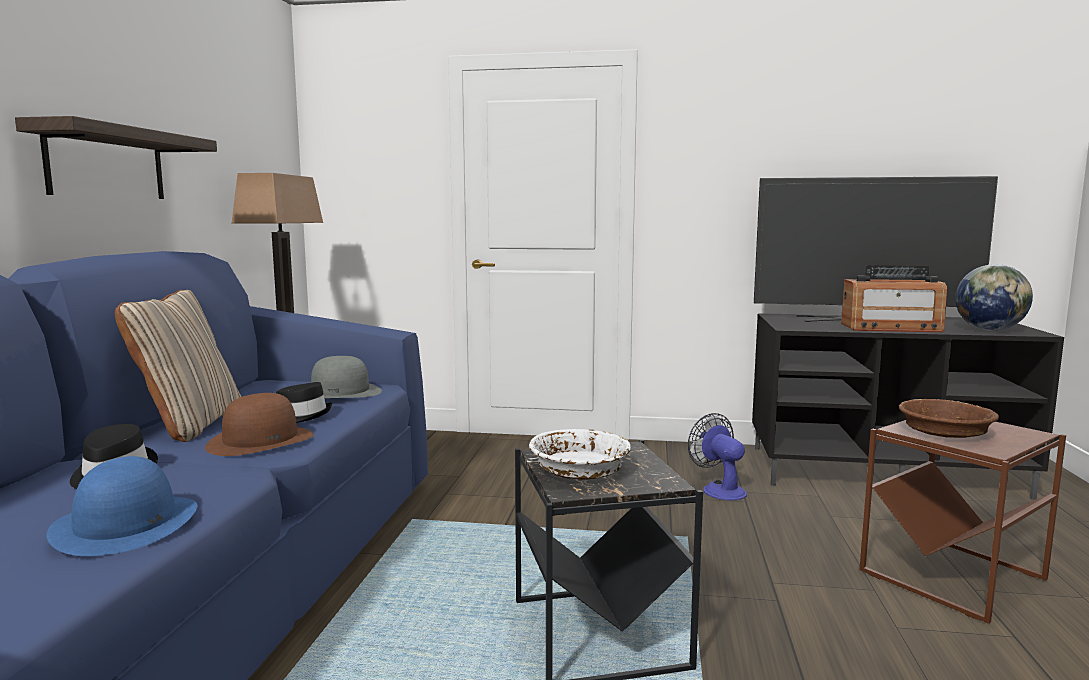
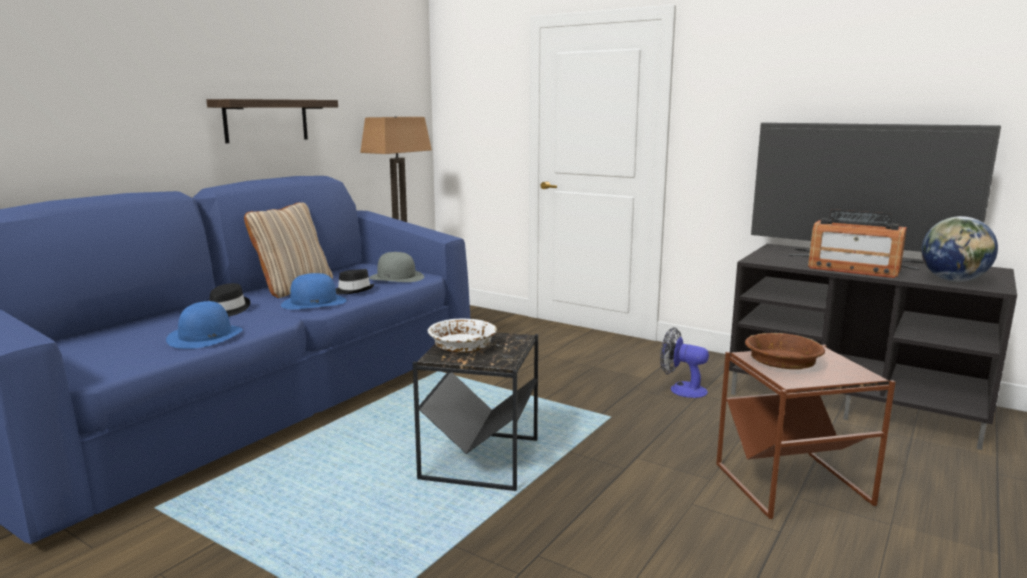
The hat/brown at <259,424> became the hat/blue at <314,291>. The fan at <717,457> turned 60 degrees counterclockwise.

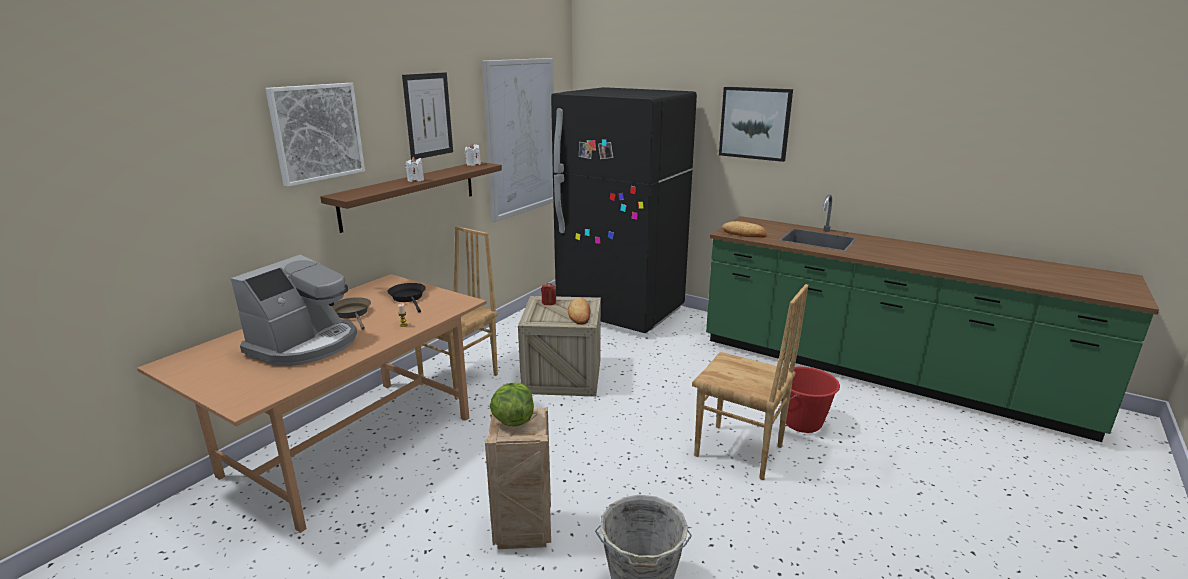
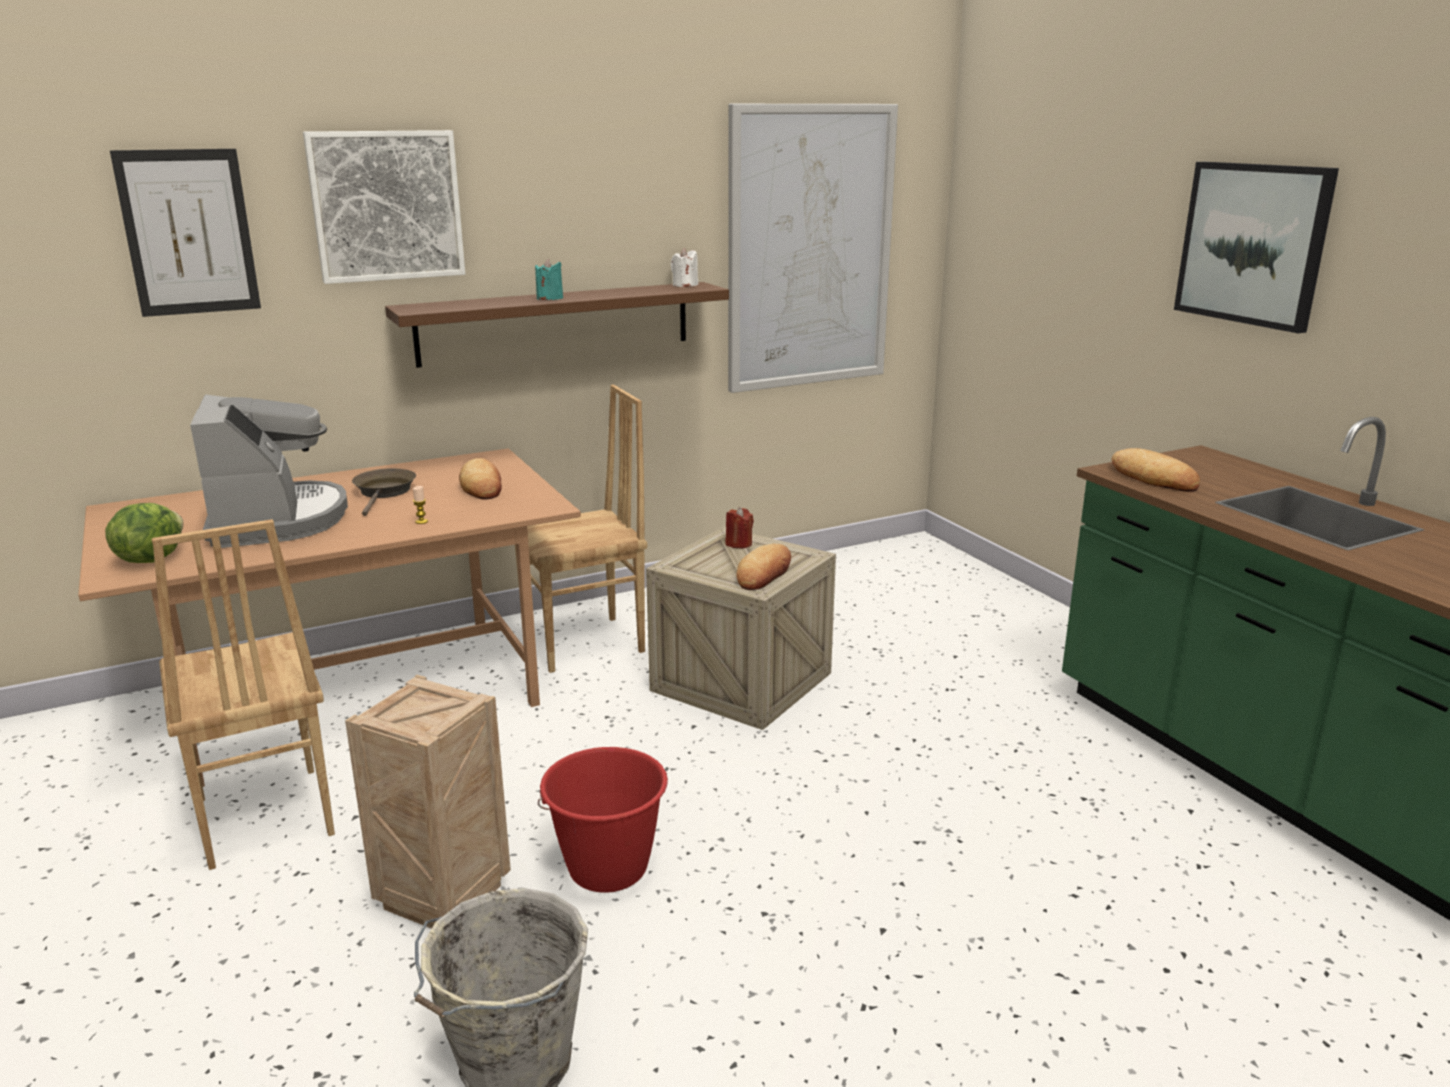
The picture moved from <427,116> to <185,233>. The fridge/black at <624,210> disappeared. The candle/white at <414,169> became the candle/turquoise at <549,279>. The coffee machine at <294,310> turned 75 degrees counterclockwise. The frying pan/black at <406,298> was replaced by the bread at <480,478>. The chair/brown moved from <750,382> to <243,694>. The bucket/red moved from <810,400> to <603,820>. The lettuce moved from <512,404> to <144,533>.

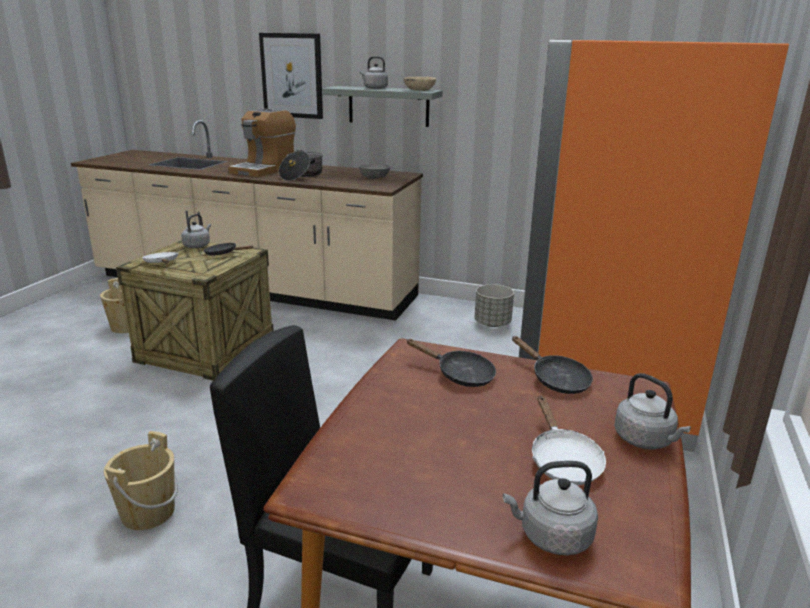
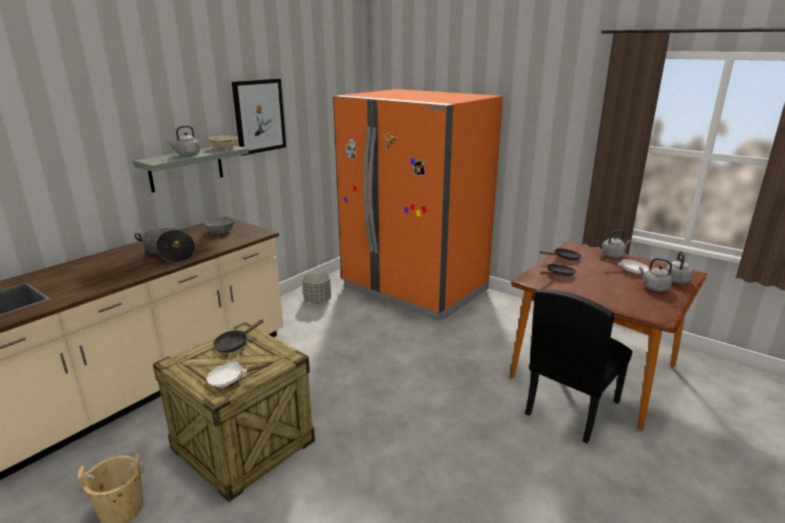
The picture moved from <291,76> to <259,117>. The coffee machine at <262,142> disappeared. The kettle/grey moved from <196,231> to <656,274>. The bucket/beige at <141,480> disappeared.

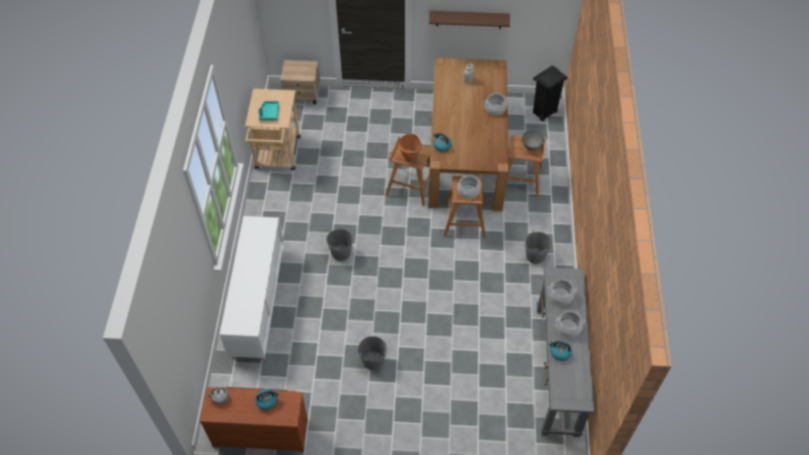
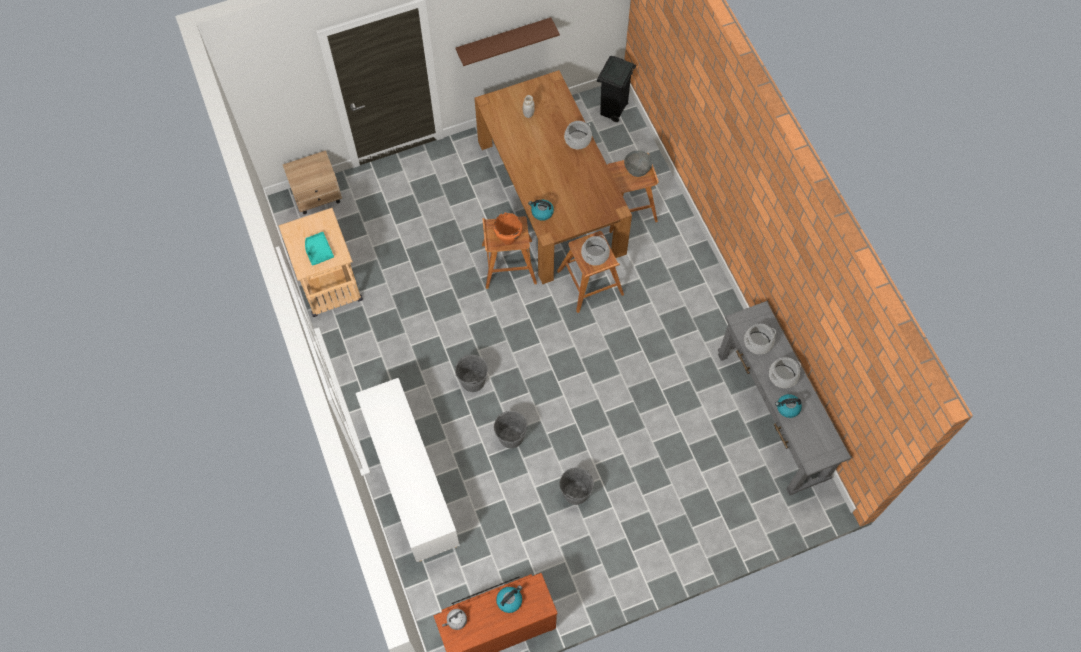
The bucket/grey moved from <538,247> to <510,429>.

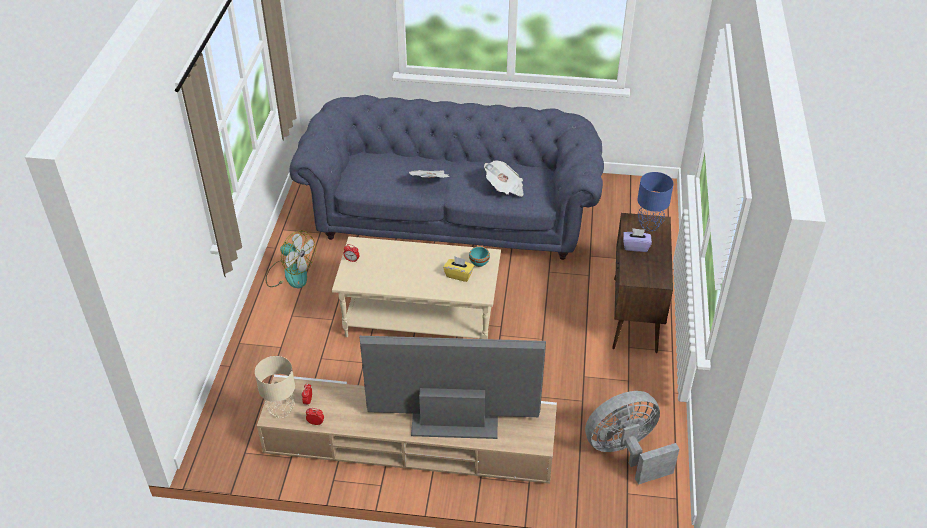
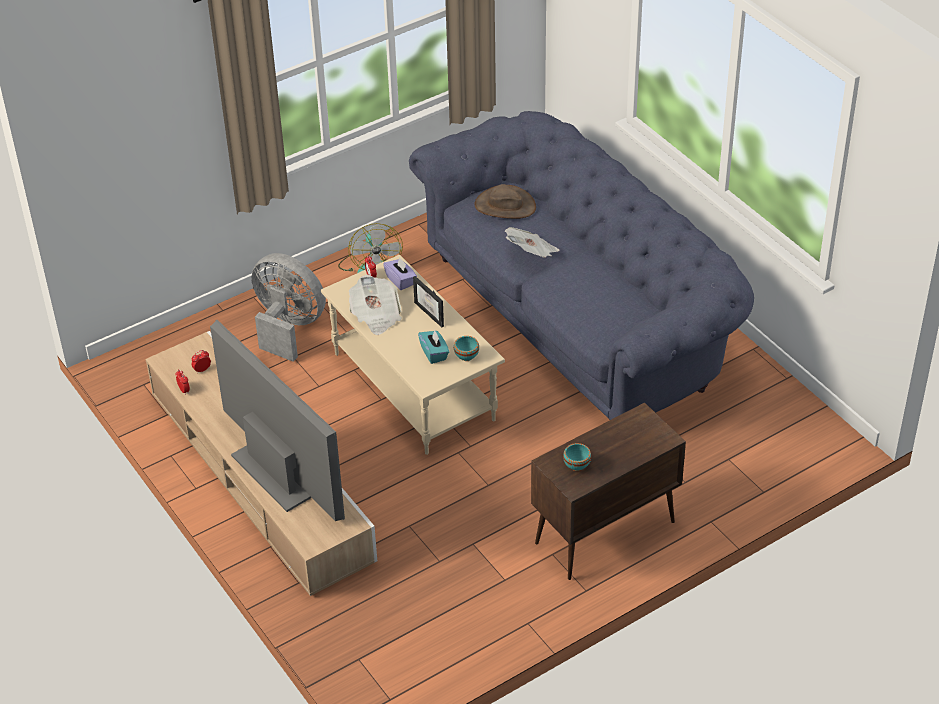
The newspaper moved from <504,179> to <375,305>. The table lamp/blue at <655,201> disappeared. The tissue box/purple moved from <637,240> to <400,273>. The tissue box/yellow at <458,269> became the tissue box/turquoise at <433,347>. The table lamp/beige at <275,387> disappeared. The fan/grey moved from <632,438> to <288,307>. The hat/brown at <505,201> appeared. The picture frame at <428,301> appeared. The bowl/turquoise at <577,457> appeared.

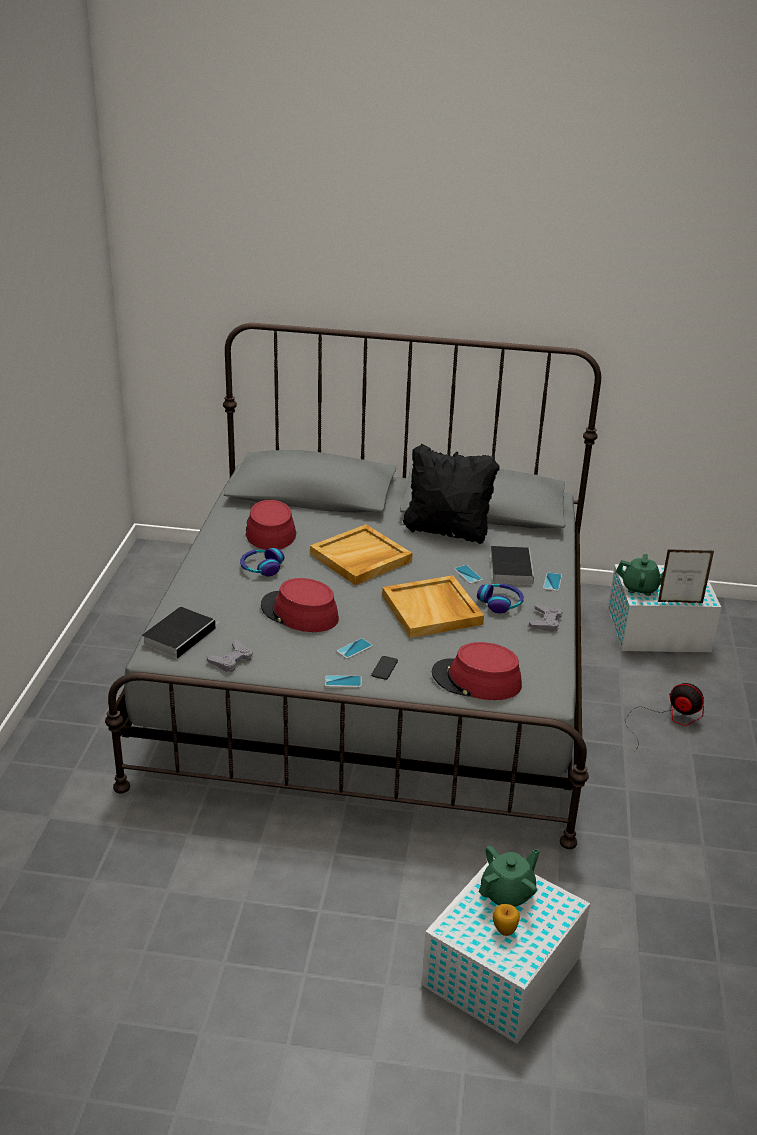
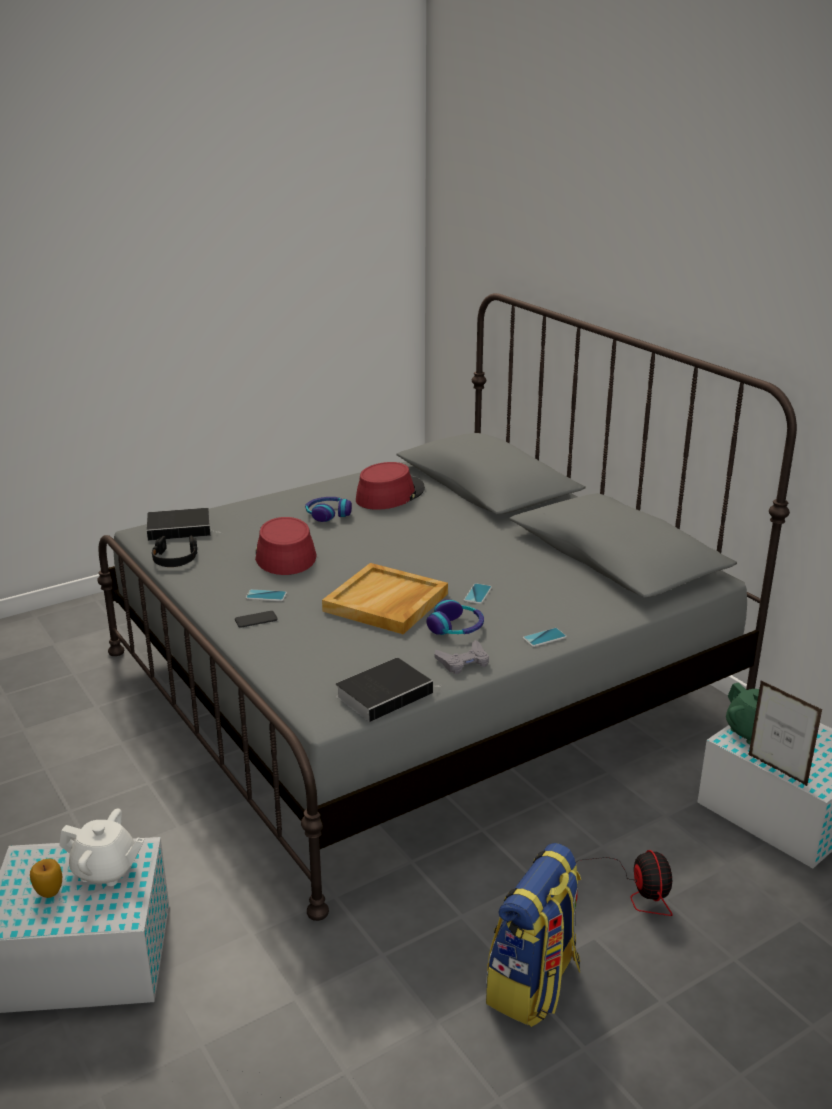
The pillow/black at <451,494> disappeared. The tray/beige at <361,554> disappeared. The book moved from <512,565> to <388,690>. The game controller/grey at <230,655> was replaced by the headphones/black at <174,551>. The hat/red at <477,671> disappeared. The phone at <343,681> disappeared. The teapot/green at <509,876> became the teapot/white at <102,847>. The backpack at <533,935> appeared.

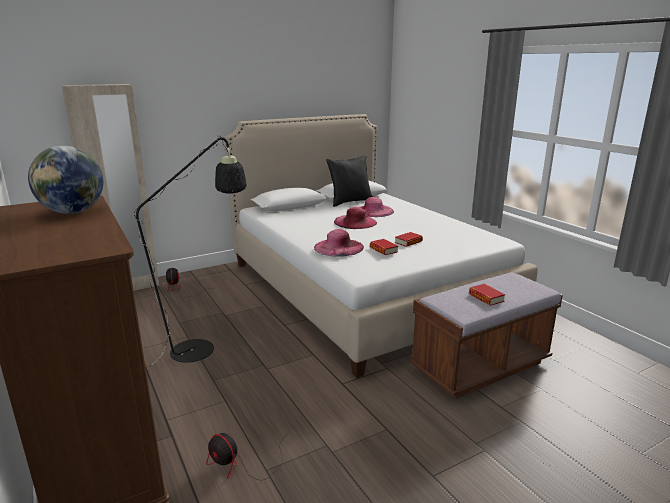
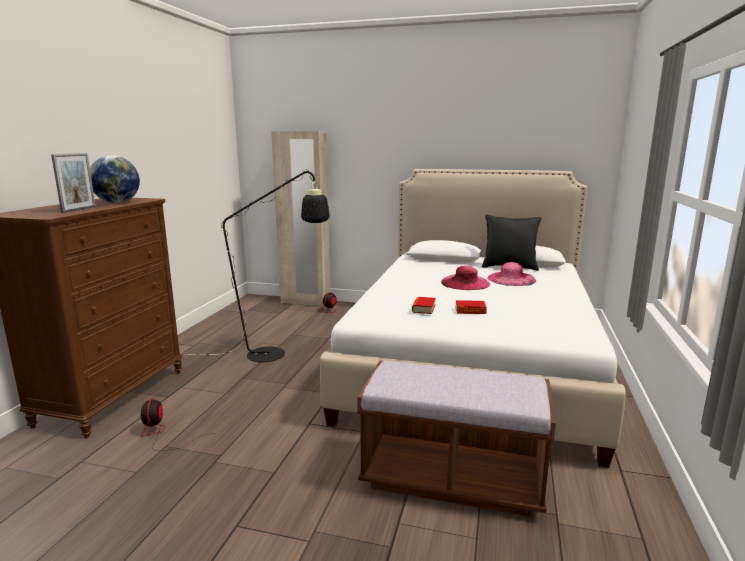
The hat/pink at <339,243> disappeared. The book at <487,295> disappeared. The picture frame at <73,183> appeared.

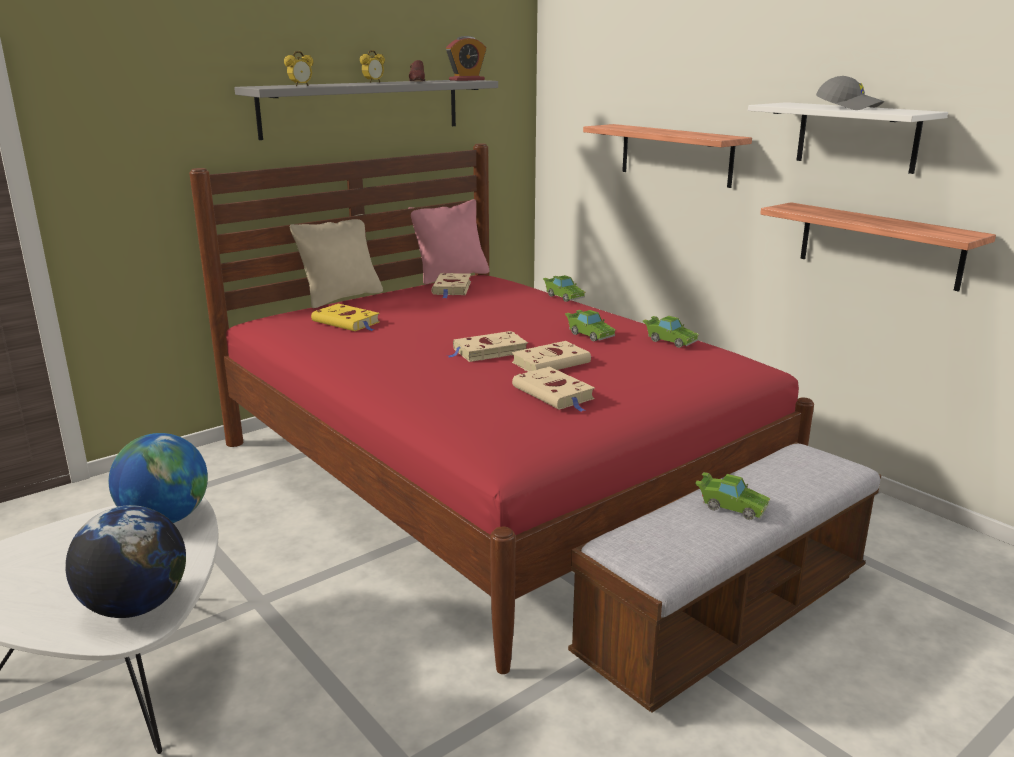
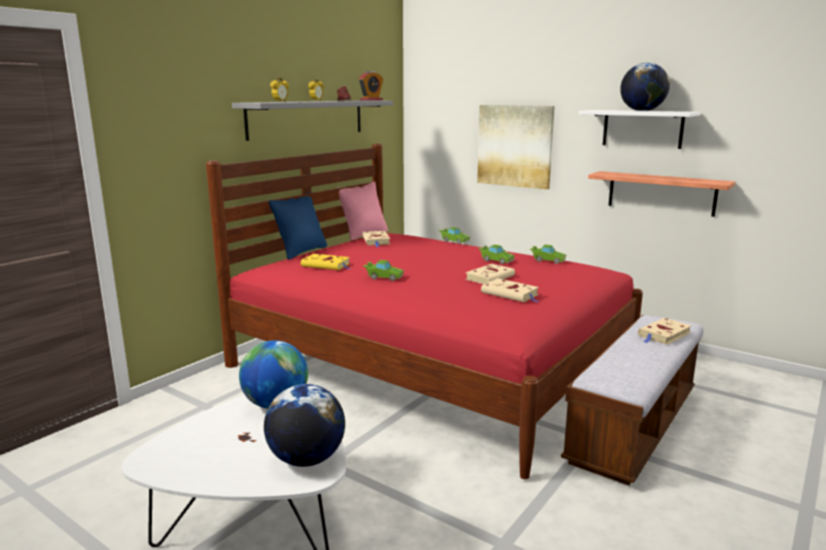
The cap/grey at <850,93> was replaced by the globe at <645,87>. The shelf at <667,156> was replaced by the picture at <516,147>. The pillow/beige at <336,261> became the pillow/blue at <298,226>. The book/beige moved from <488,346> to <665,331>. The toy car/green moved from <732,496> to <383,270>.

